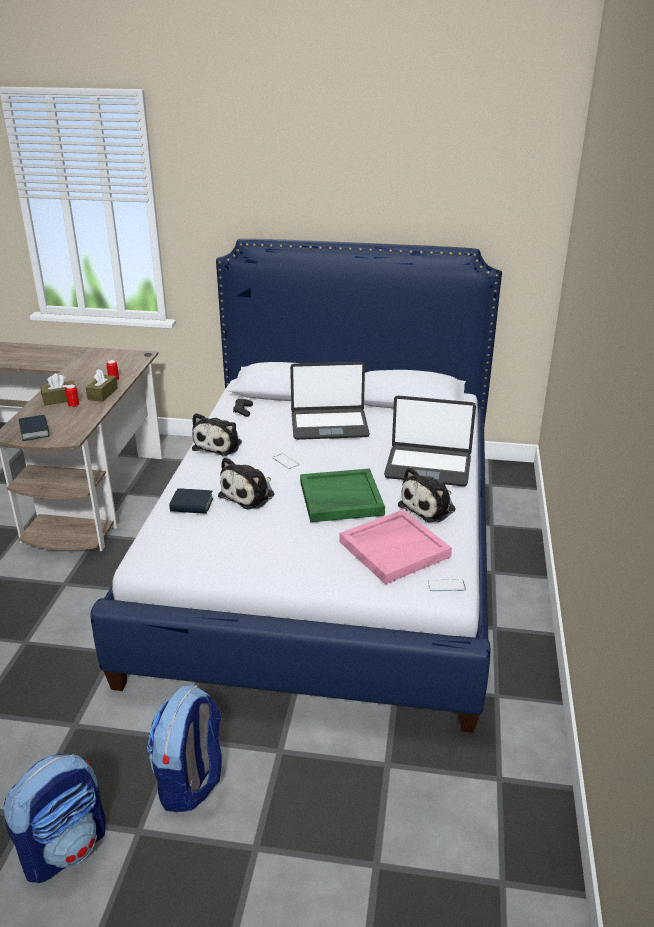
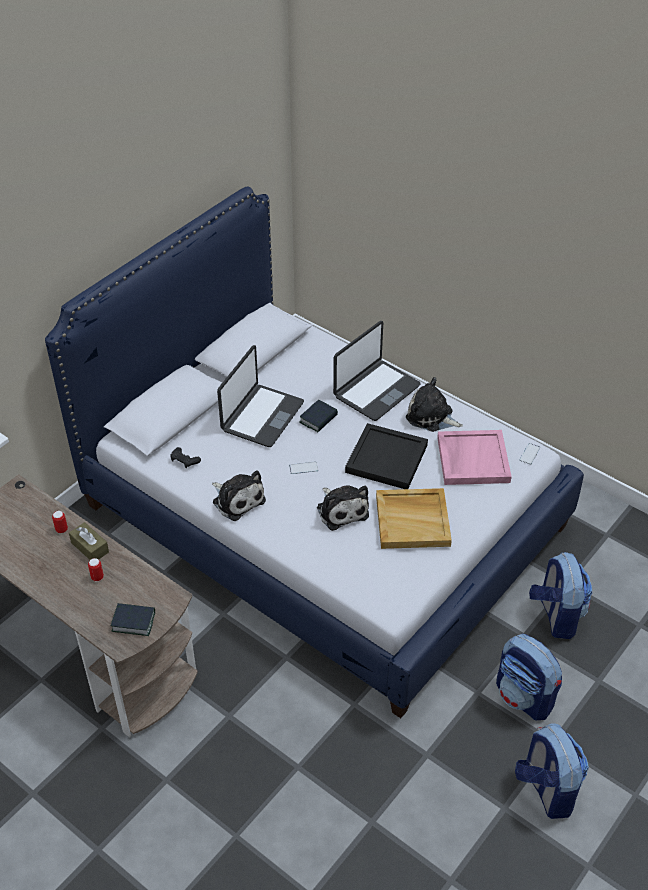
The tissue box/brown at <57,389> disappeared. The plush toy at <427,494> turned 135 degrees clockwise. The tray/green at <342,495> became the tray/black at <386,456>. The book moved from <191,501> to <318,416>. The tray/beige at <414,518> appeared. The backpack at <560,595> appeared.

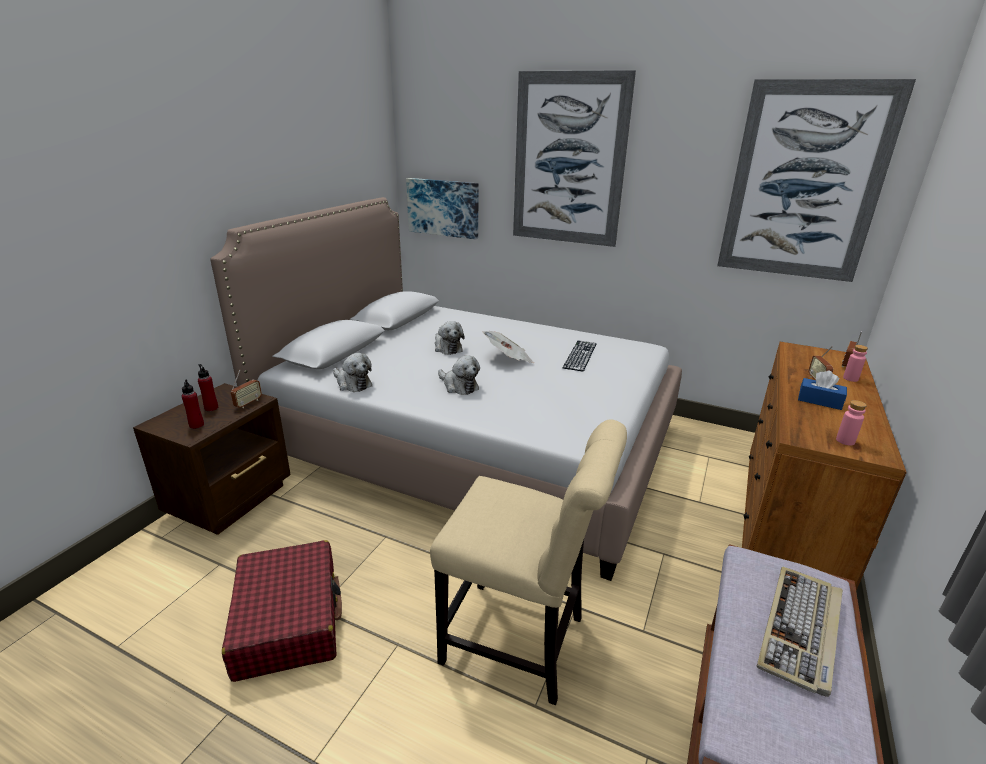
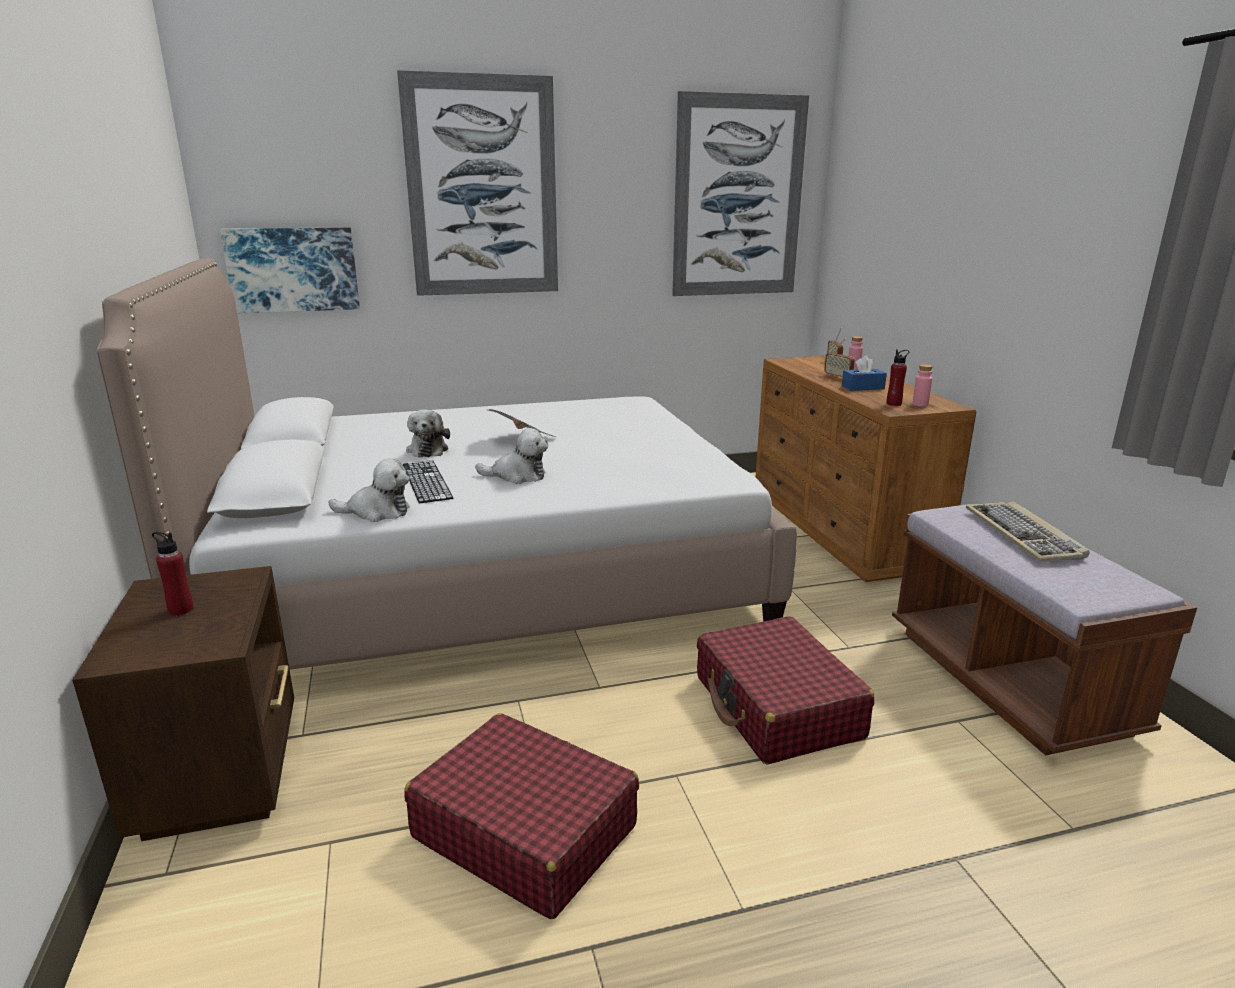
The plush toy at <450,338> turned 60 degrees clockwise. The keyboard moved from <579,356> to <428,481>. The radio at <246,388> disappeared. The bottle/red moved from <193,404> to <897,377>. The chair/beige at <528,562> was replaced by the suitcase/red at <786,690>.

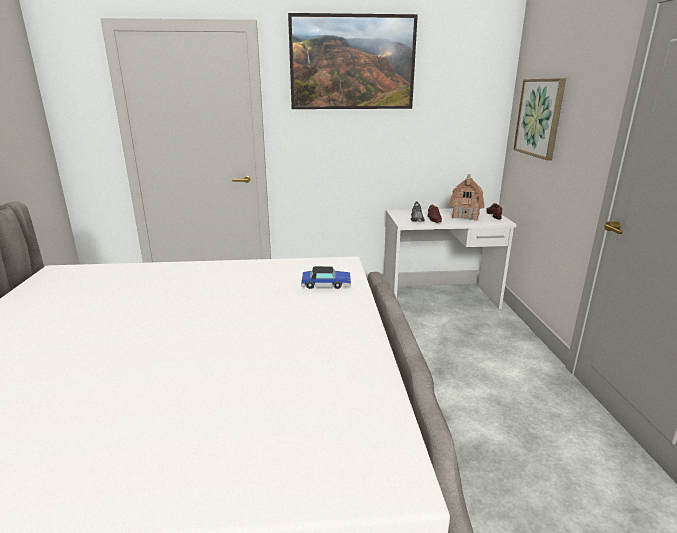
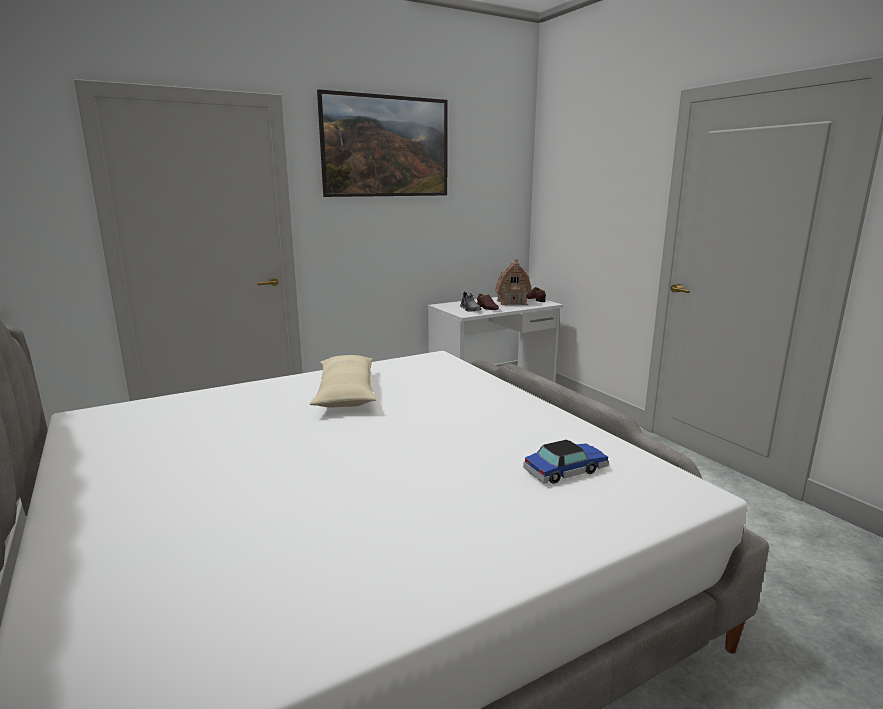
The picture at <539,119> disappeared. The toy car moved from <326,277> to <566,462>. The pillow/beige at <342,381> appeared.

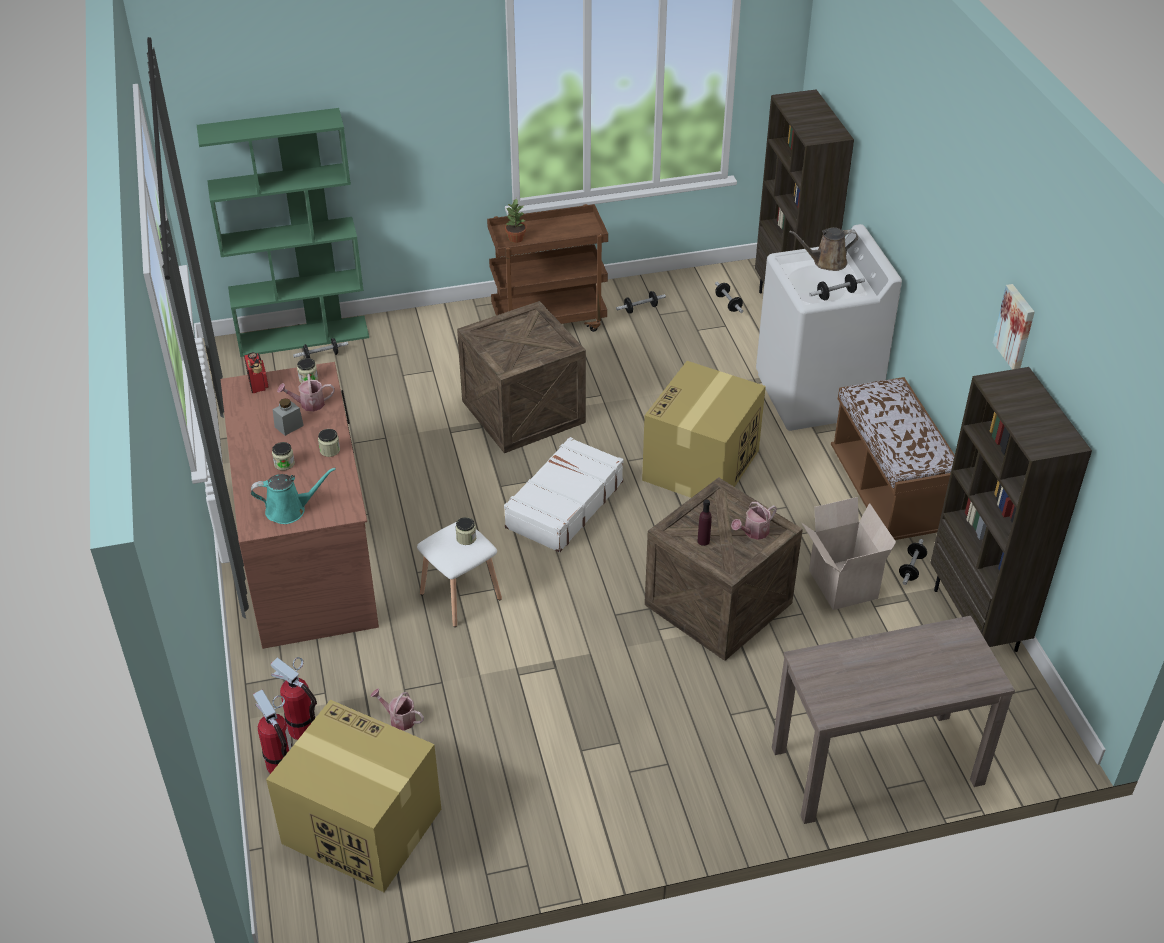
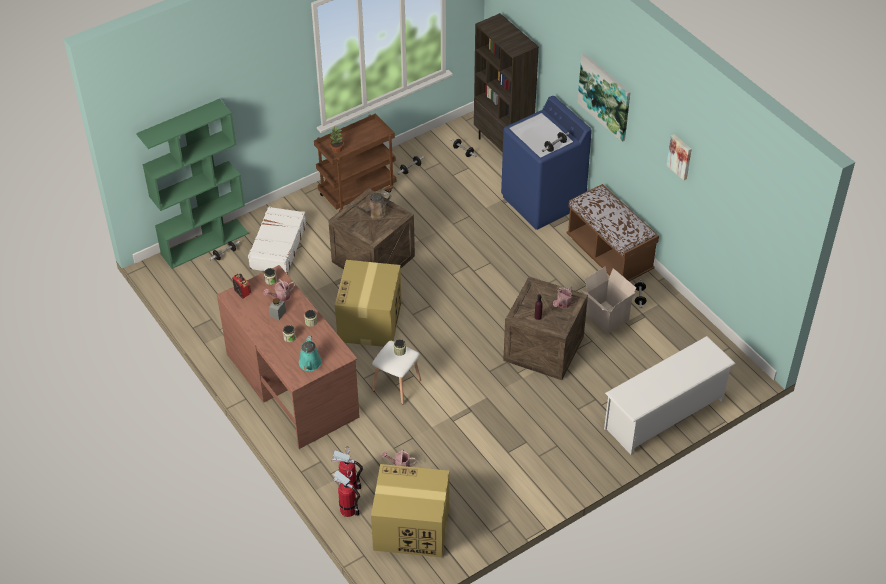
The washing machine/white at <829,327> became the washing machine/blue at <546,163>. The watering can/brown moved from <823,249> to <370,206>. The cardboard box moved from <704,429> to <368,303>. The bookcase/brown at <1011,509> disappeared. The suitcase/white moved from <564,495> to <277,240>. The watering can/turquoise at <293,496> turned 120 degrees clockwise. The console table/brown at <893,720> was replaced by the shoe rack/white at <670,395>. The picture at <603,97> appeared.

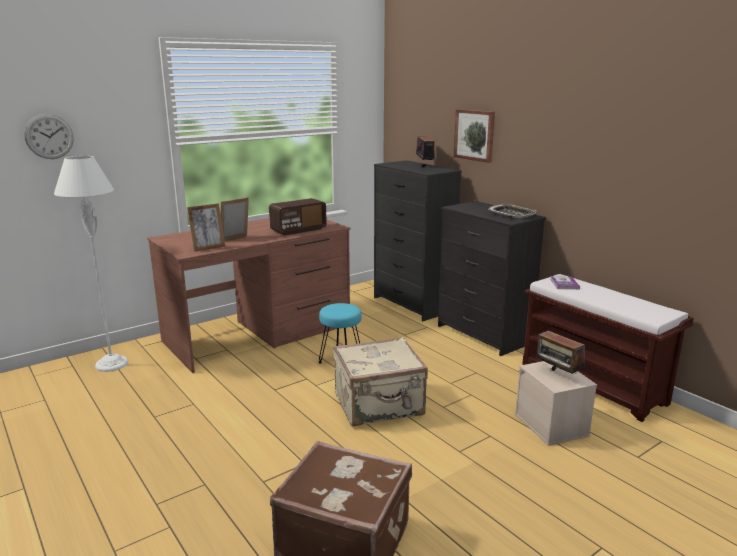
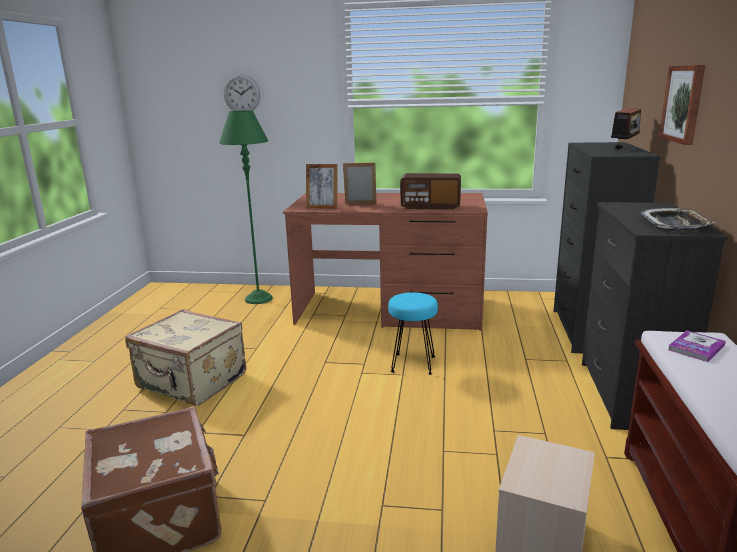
The floor lamp/white at <91,264> became the floor lamp/green at <246,207>. The radio at <560,350> disappeared. The suitcase/beige moved from <380,381> to <185,357>.

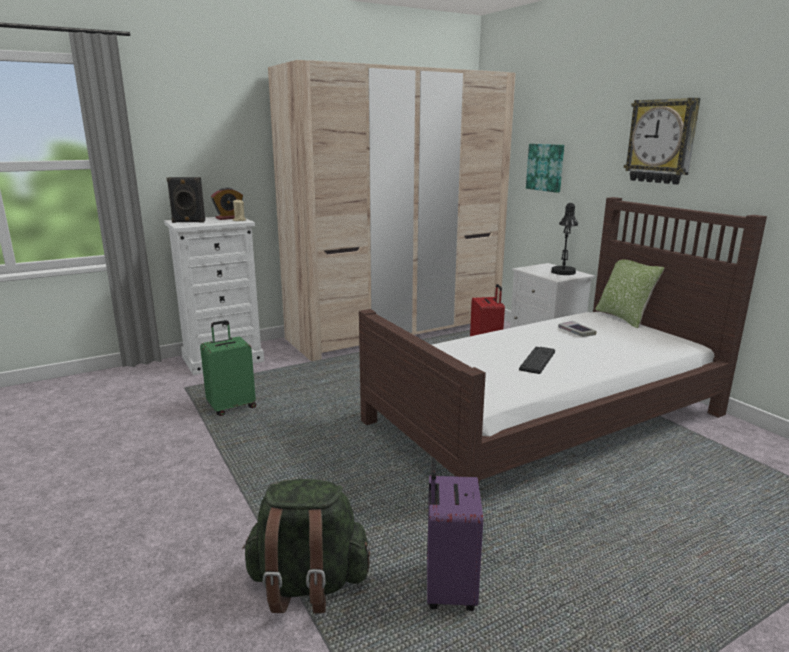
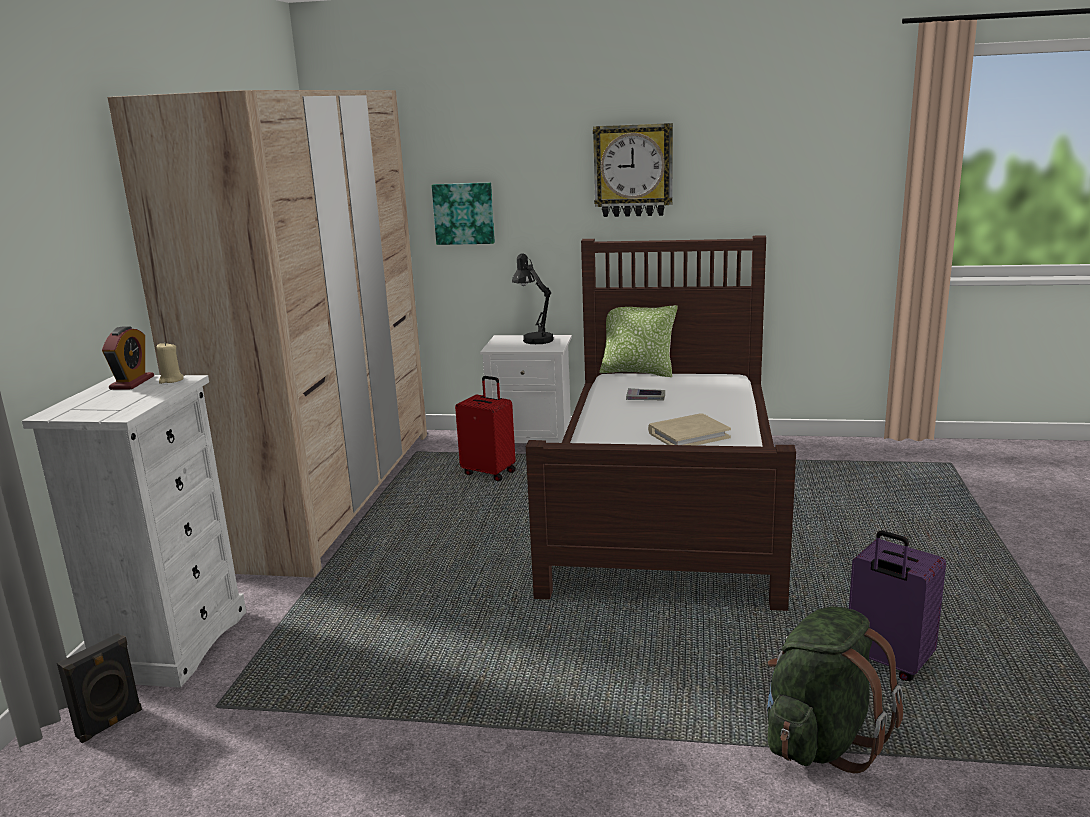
The speaker/black moved from <186,200> to <99,688>. The suitcase/green at <228,368> disappeared. The keyboard at <537,360> was replaced by the book/beige at <689,429>.

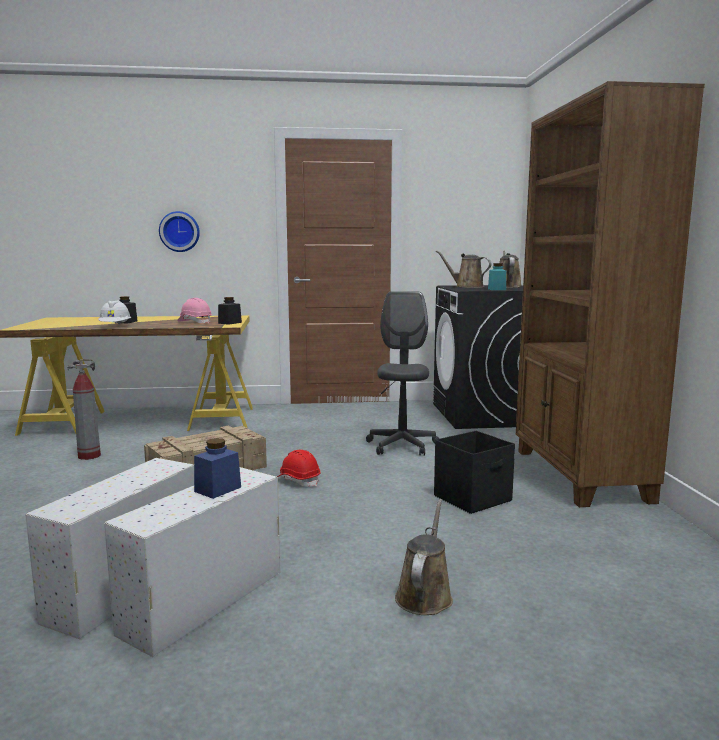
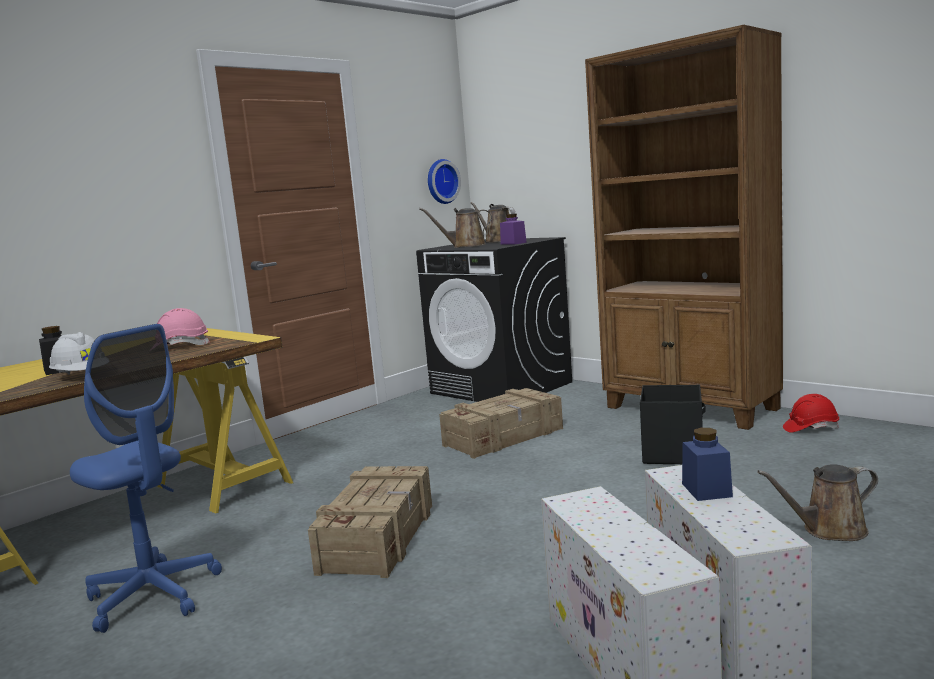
The wall clock moved from <179,231> to <444,181>. The jar/turquoise at <497,276> became the jar/purple at <513,229>. The office chair/grey at <402,373> was replaced by the crate at <501,423>. The jar/black at <230,311> disappeared. The fire extinguisher at <84,409> was replaced by the office chair/blue at <146,478>. The hard hat/red moved from <299,468> to <811,413>. The watering can/brown at <424,557> turned 75 degrees counterclockwise.

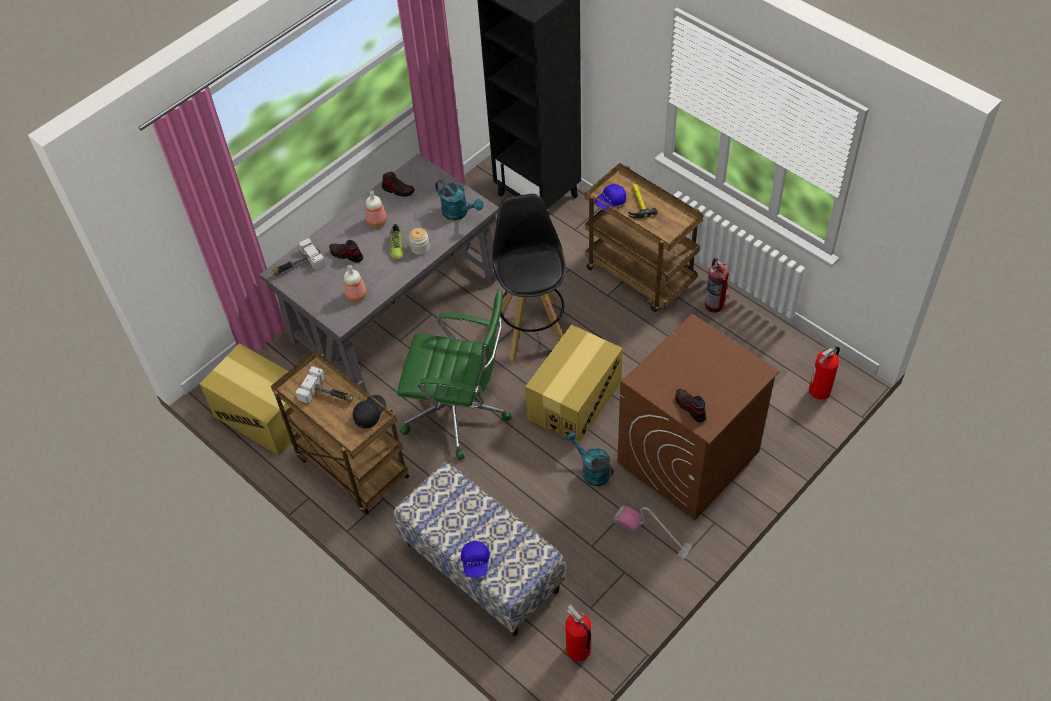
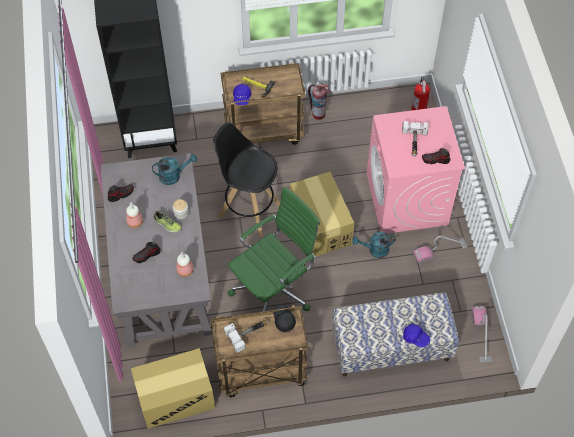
The hammer moved from <298,257> to <415,138>. The washing machine/brown at <698,417> became the washing machine/pink at <416,170>. The fire extinguisher at <578,632> was replaced by the vacuum cleaner at <481,334>.

